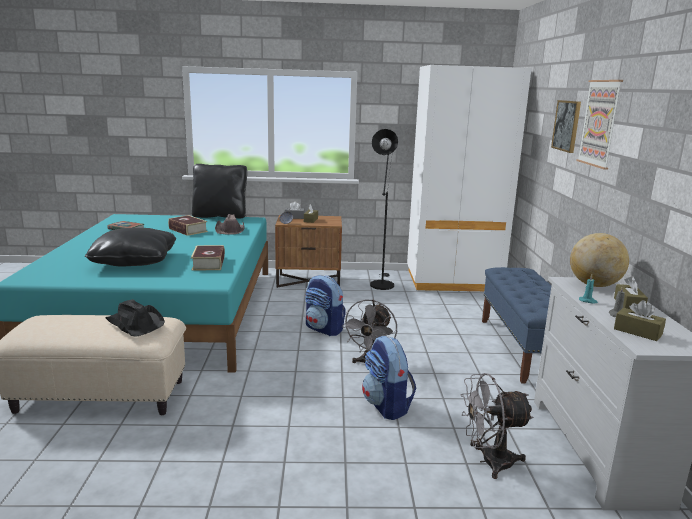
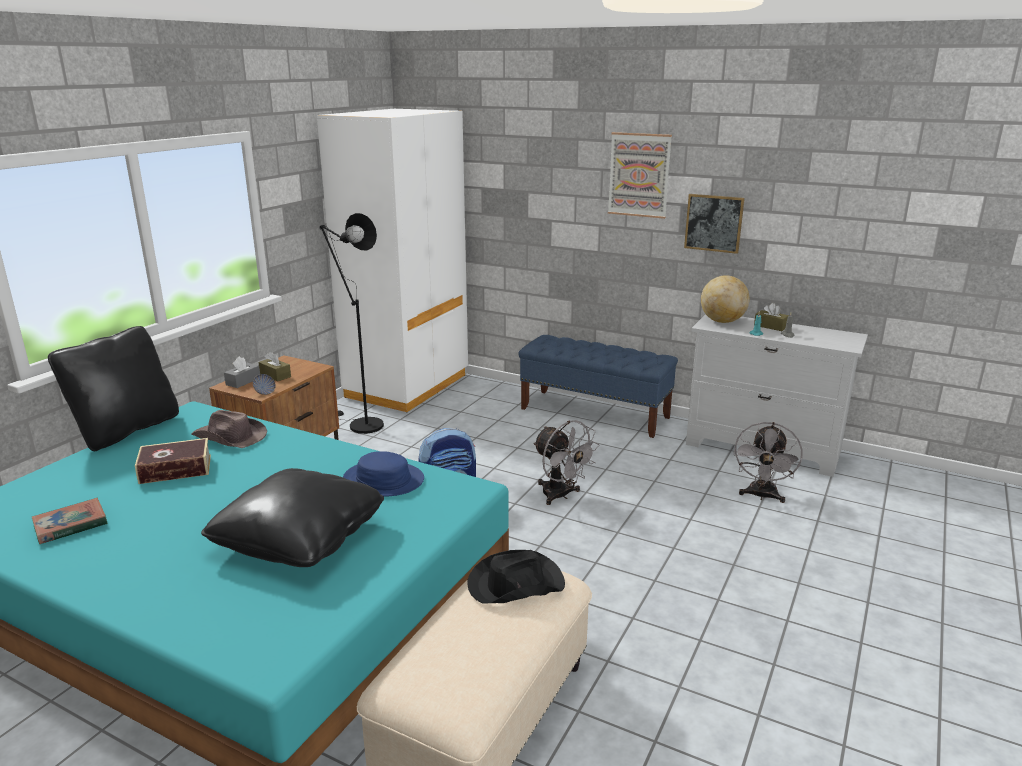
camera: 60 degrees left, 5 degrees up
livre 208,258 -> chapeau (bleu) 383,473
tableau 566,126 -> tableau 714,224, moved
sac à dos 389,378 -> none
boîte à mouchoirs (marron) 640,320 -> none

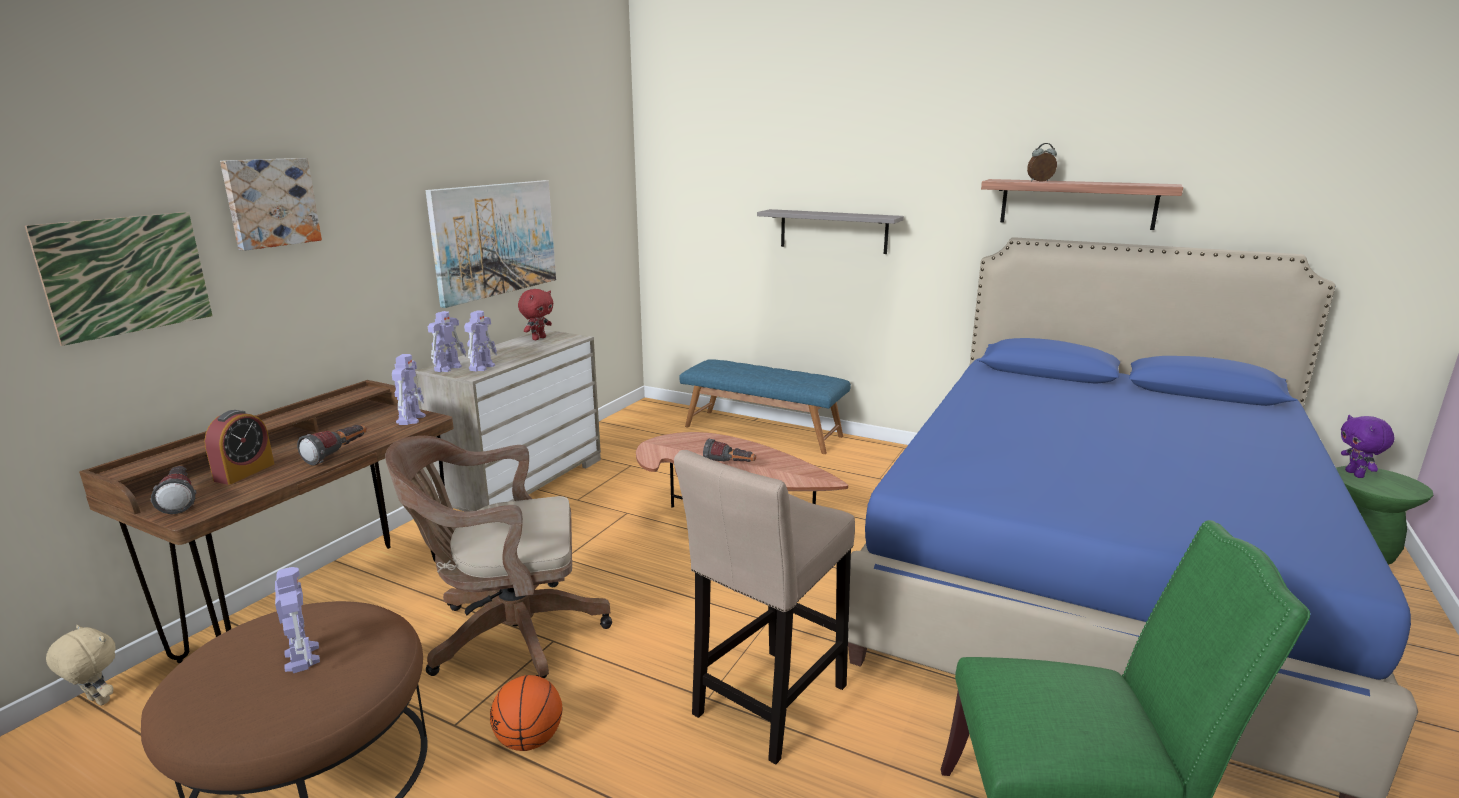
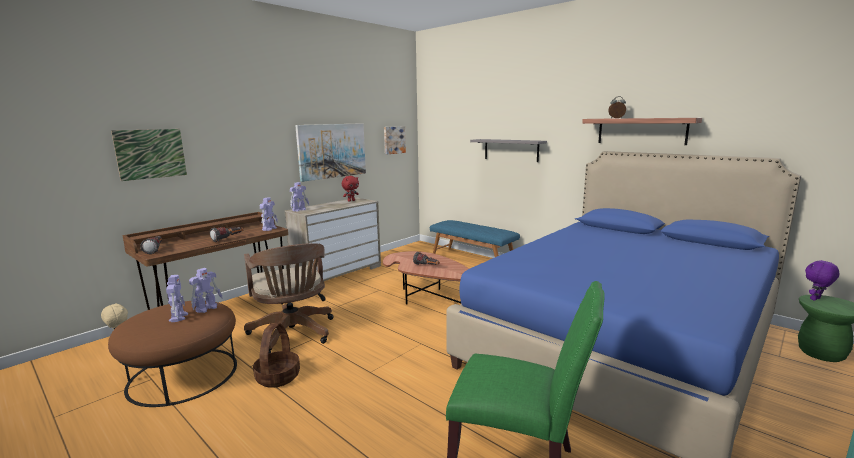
camera: 15 degrees right, 5 degrees down
robot jouet 480,341 -> robot jouet 206,290, moved
chaise de bureau (marron) 498,557 -> chaise de bureau (marron) 289,298, 120 degrees counterclockwise
ballon de basket 526,713 -> panier 276,355
tableau 271,204 -> tableau 395,140, moved
peluche (violet) 1368,446 -> peluche (violet) 822,280, 45 degrees clockwise
réveil 239,447 -> none
tabouret (beige) 764,607 -> none

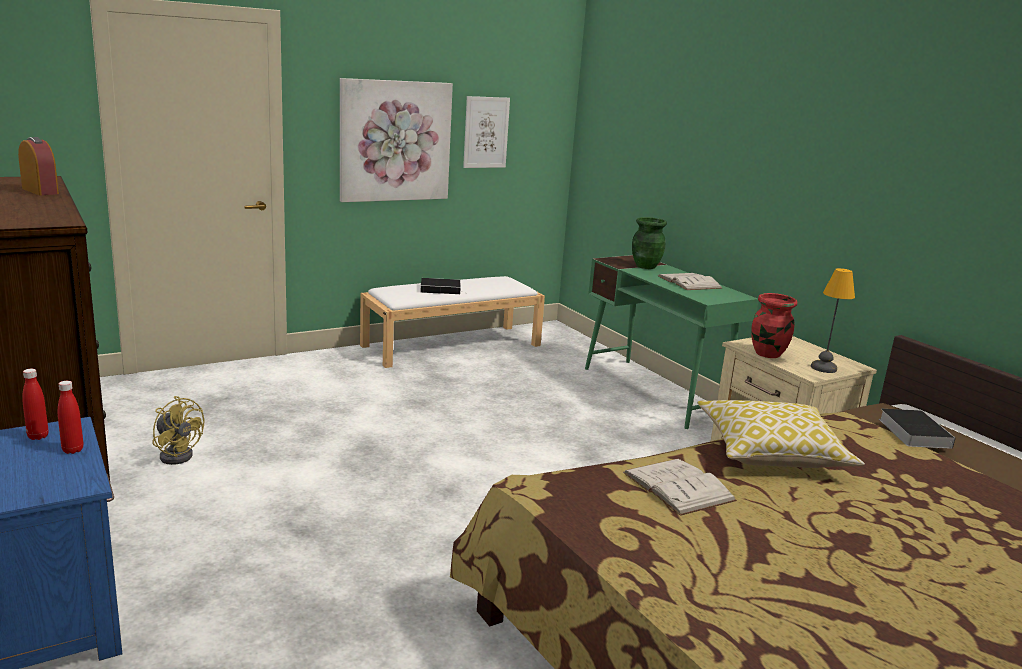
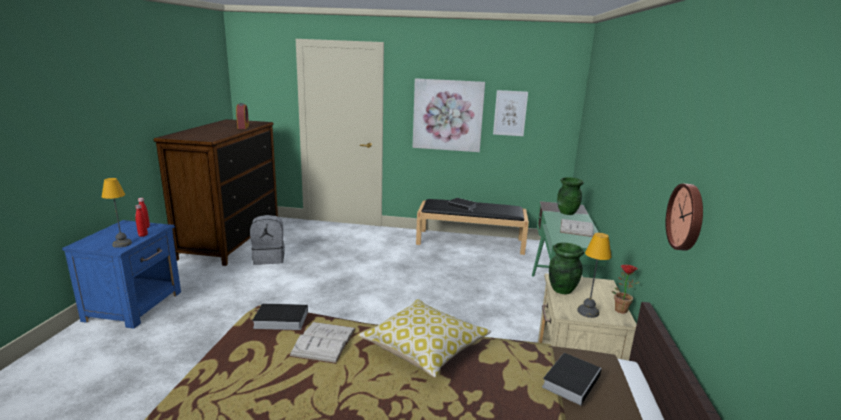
camera: 40 degrees right, 0 degrees up
none -> lampe de table 117,213
ventilateur (jaune) 178,430 -> sac à dos (gris) 267,240
none -> livre 280,316
banc (blanc) 452,322 -> banc (noir) 472,227
vase (rouge) 774,325 -> vase (vert) 566,268
none -> plante en pot 625,289
none -> horloge murale 684,217

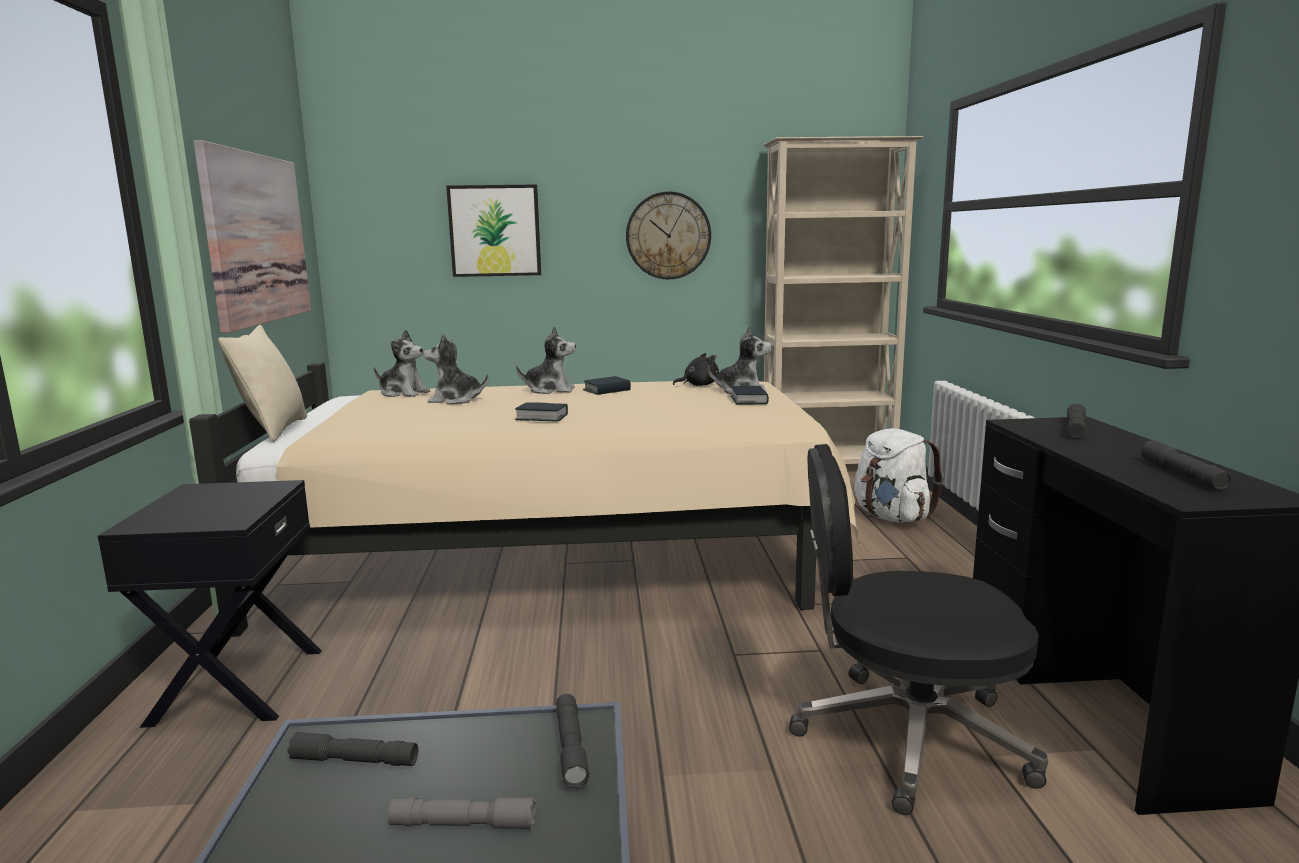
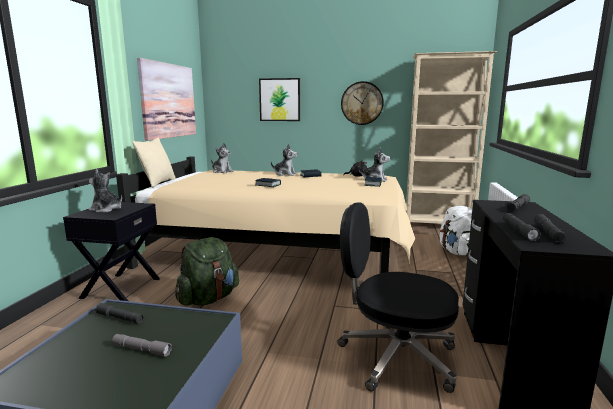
camera: 15 degrees right, 0 degrees up
peluche 456,369 -> peluche 105,191, moved
none -> sac à dos (vert) 207,271
lampe de poche (gris) 573,741 -> lampe de poche (gris) 522,227, moved

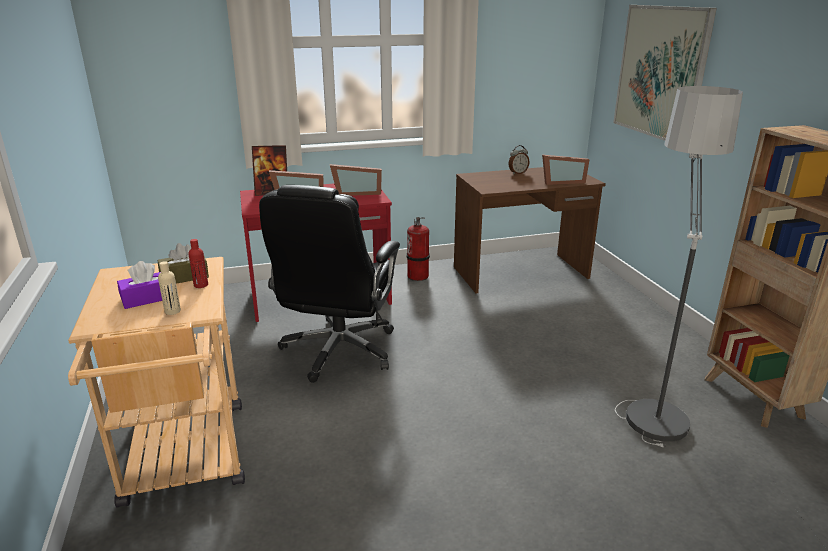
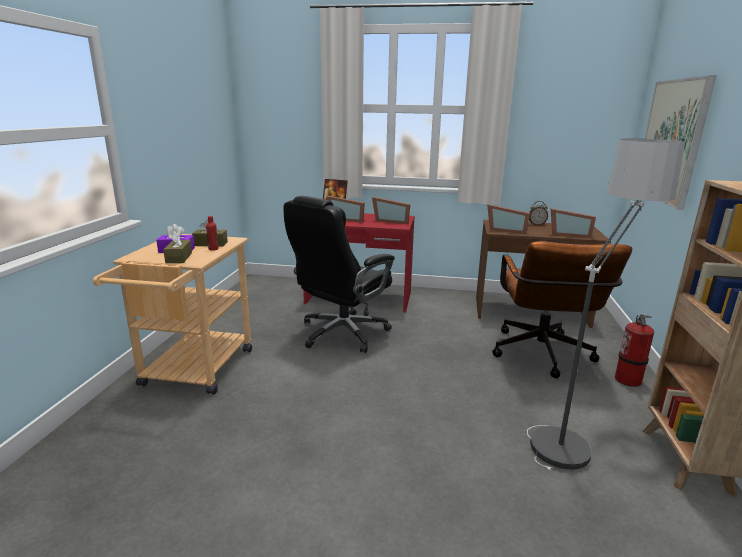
camera: 25 degrees right, 5 degrees down
bouteille (beige) 169,288 -> boîte à mouchoirs (marron) 177,247
none -> cadre photo 508,219
none -> chaise de bureau (marron) 562,309
extincteur 418,249 -> extincteur 634,350, moved

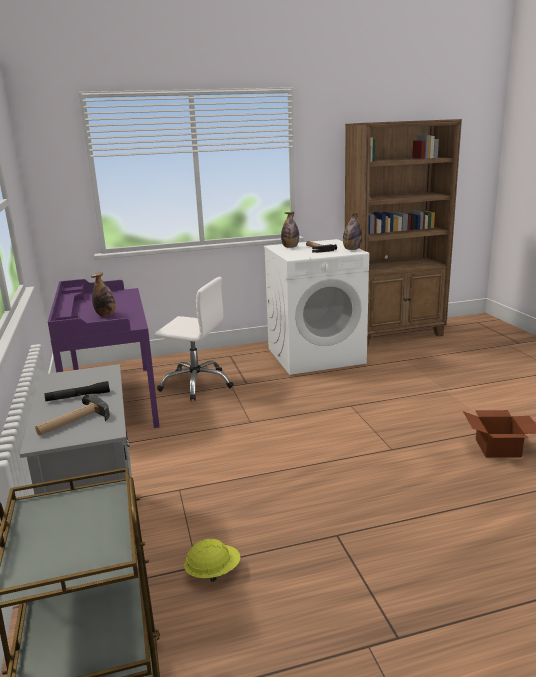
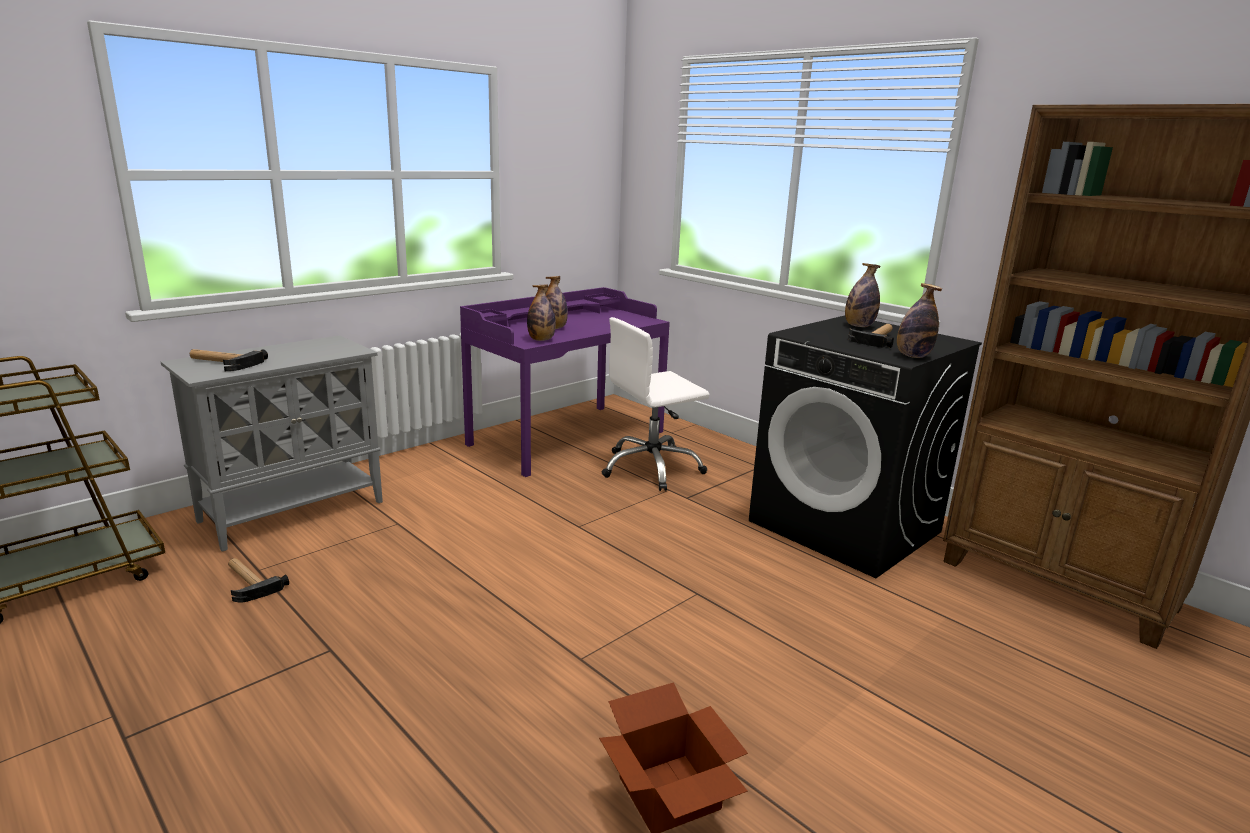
camera: 60 degrees right, 0 degrees up
casque de chantier (jaune) 212,560 -> marteau 258,580
none -> bouteille 541,312
chaise de bureau (blanc) 194,339 -> chaise de bureau (blanc) 655,404, 75 degrees clockwise
lave-linge (blanc) 316,307 -> lave-linge (noir) 865,446
lampe de poche (noir) 77,391 -> none

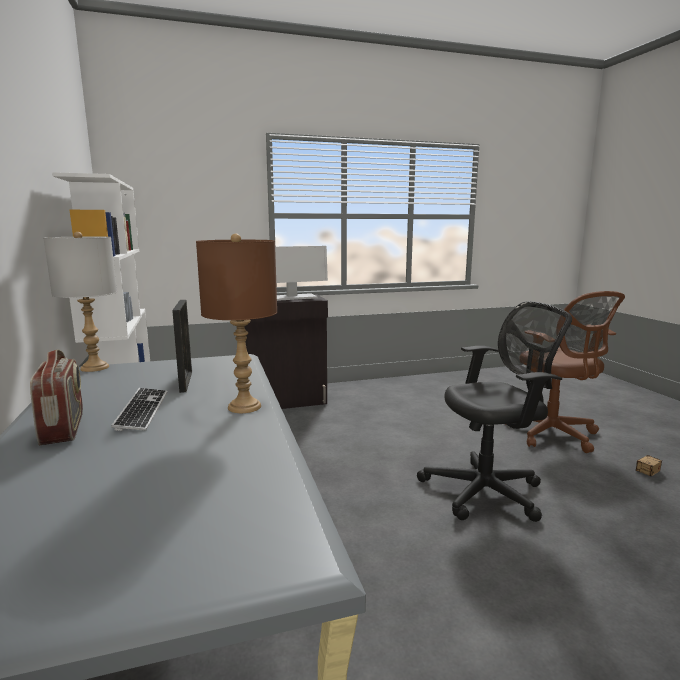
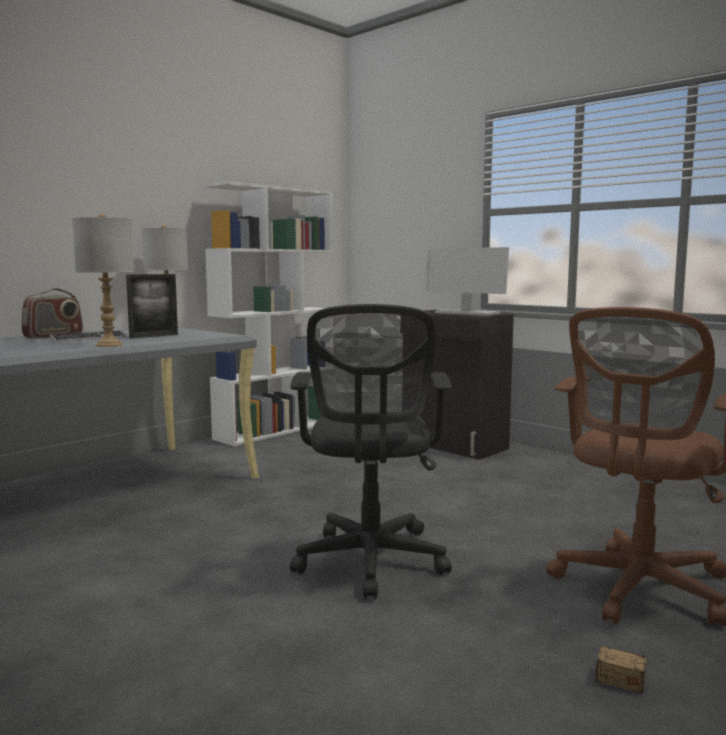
camera: 60 degrees right, 5 degrees down
lampe de table (marron) 236,323 -> lampe de table (gris) 103,280
chaise de bureau (noir) 494,411 -> chaise de bureau (noir) 371,451, 45 degrees clockwise

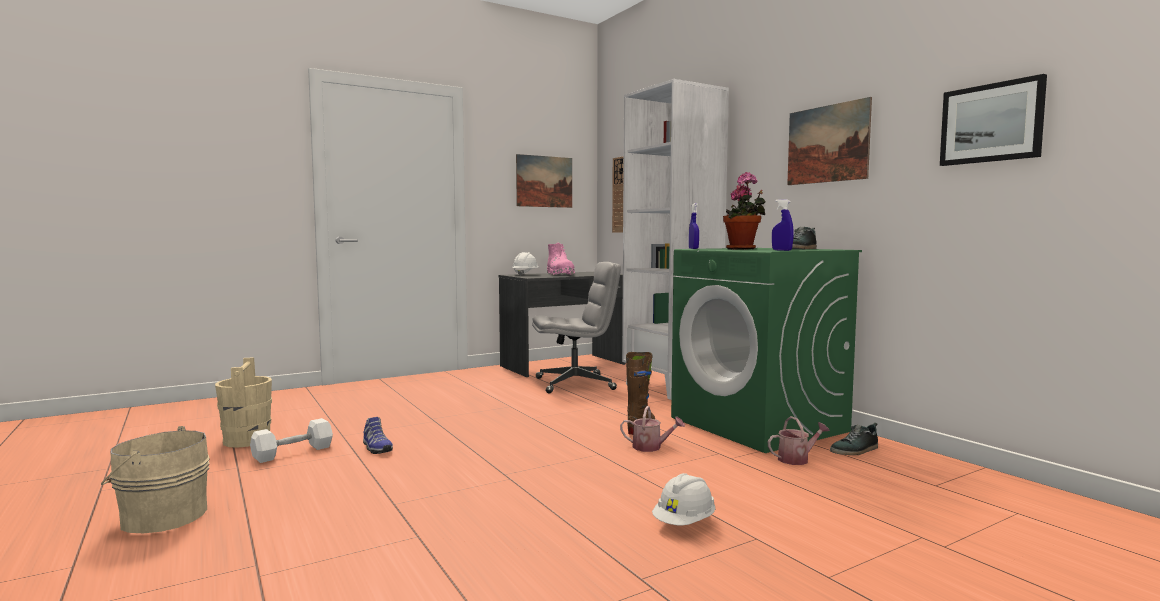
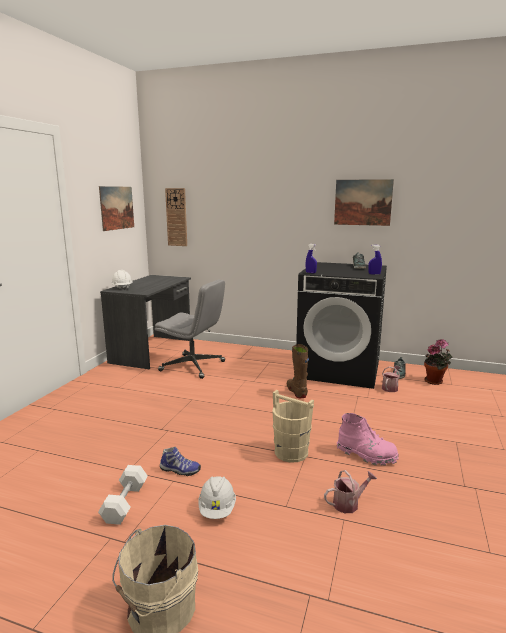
camera: 40 degrees left, 10 degrees up
chaise de bureau (gris) 576,327 -> chaise de bureau (gris) 190,329, 75 degrees clockwise
casque de chantier (blanc) 683,499 -> casque de chantier (blanc) 217,497, moved
seau (beige) 243,402 -> seau (beige) 293,426, moved
lave-linge (vert) 766,350 -> lave-linge (noir) 341,325
arrosoir 652,429 -> arrosoir 350,491, moved
botte (rose) 561,259 -> botte (rose) 368,439, moved
plante en pot 744,211 -> plante en pot 438,362, moved
bibliothèque (blanc) 675,239 -> none
tableau 993,120 -> none

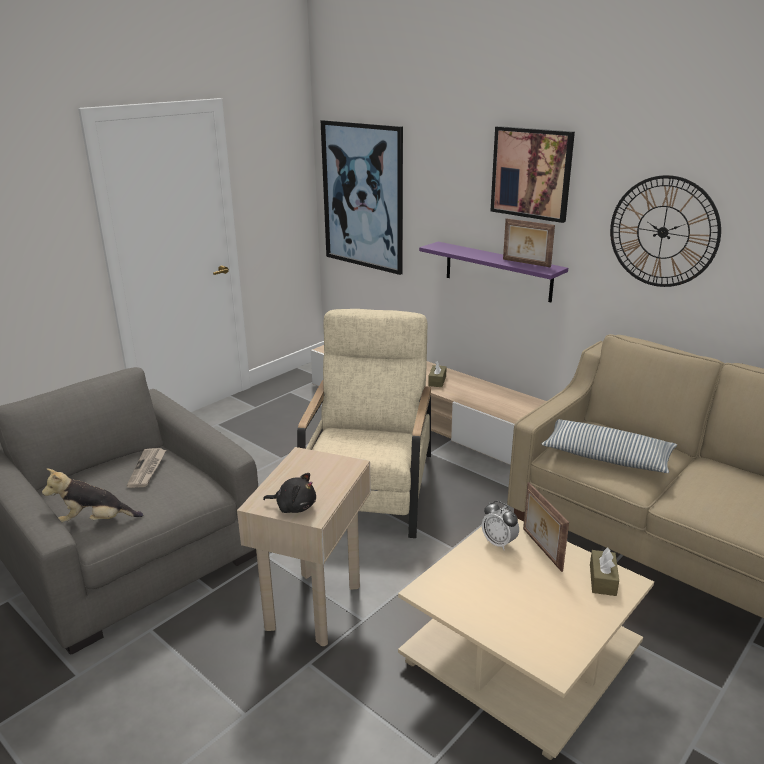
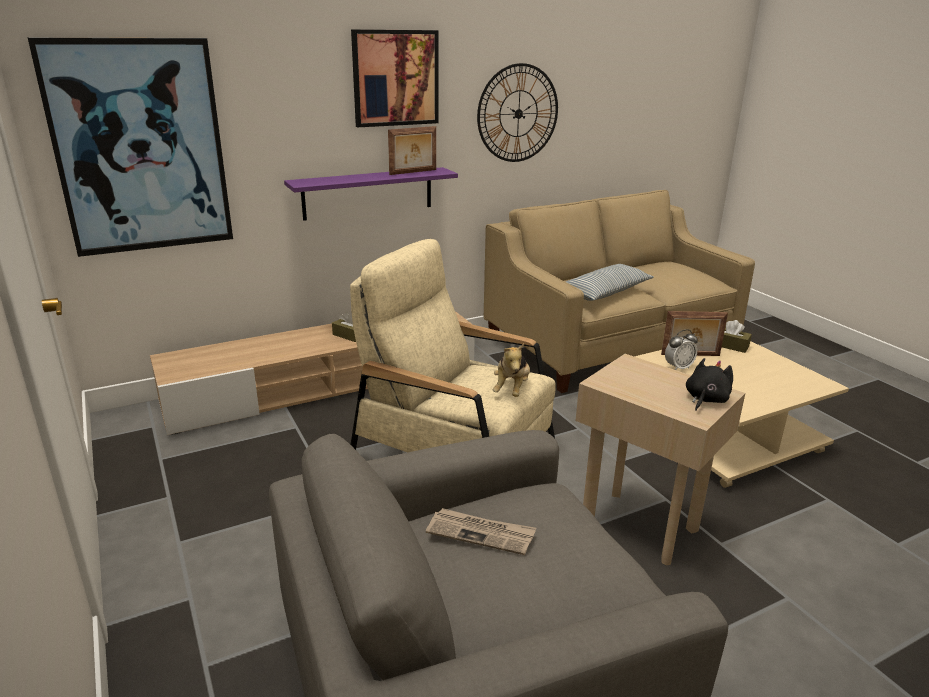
camera: 70 degrees left, 0 degrees up
peluche 92,496 -> peluche 511,370, moved

